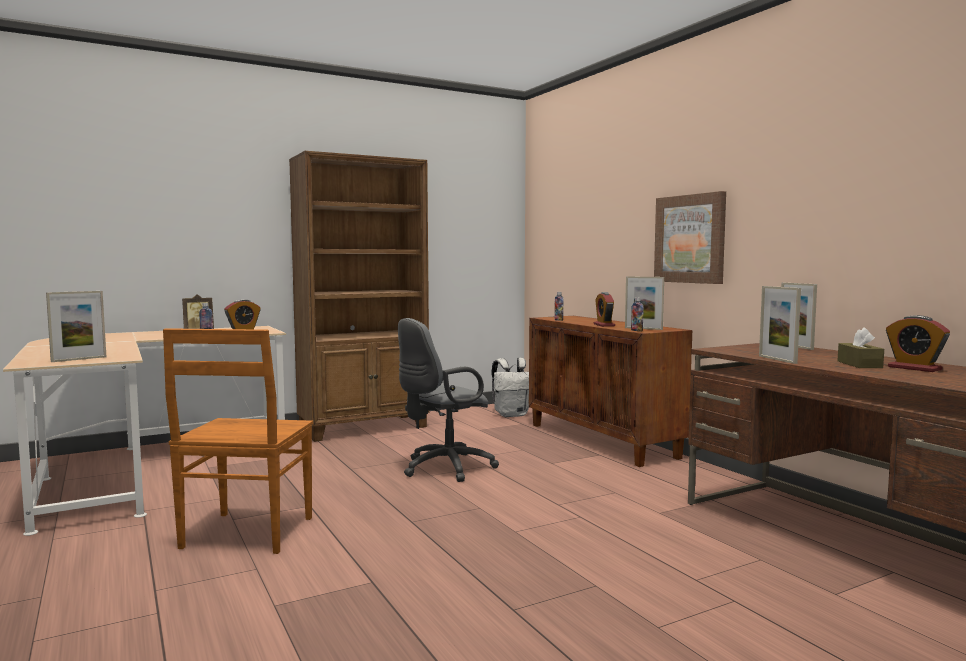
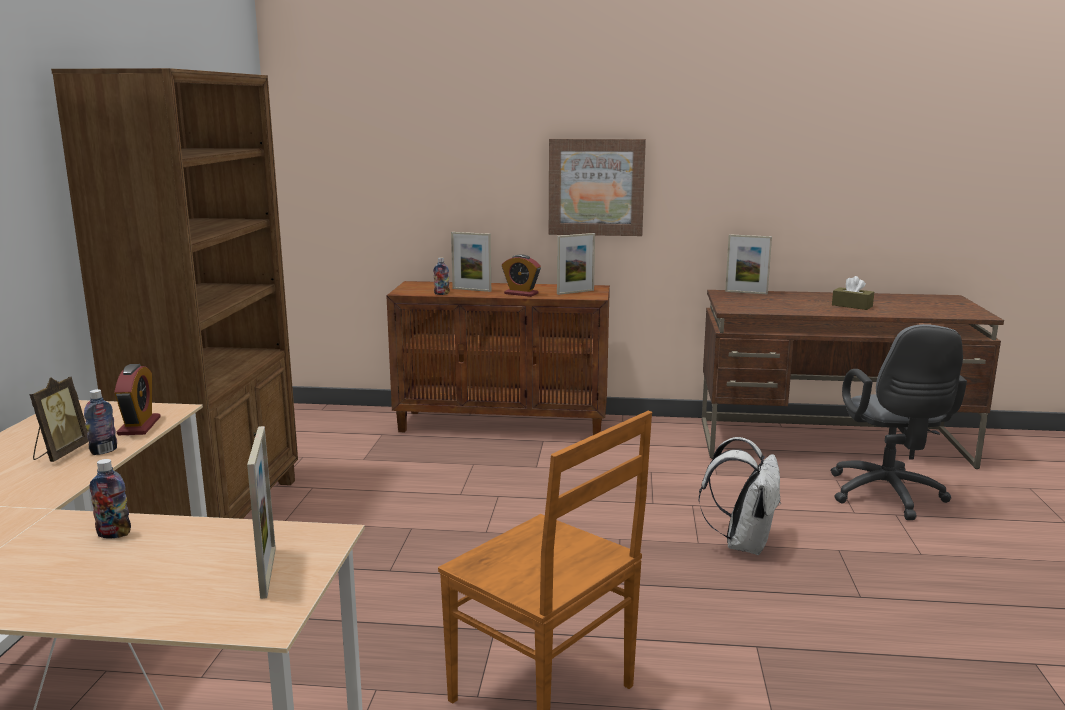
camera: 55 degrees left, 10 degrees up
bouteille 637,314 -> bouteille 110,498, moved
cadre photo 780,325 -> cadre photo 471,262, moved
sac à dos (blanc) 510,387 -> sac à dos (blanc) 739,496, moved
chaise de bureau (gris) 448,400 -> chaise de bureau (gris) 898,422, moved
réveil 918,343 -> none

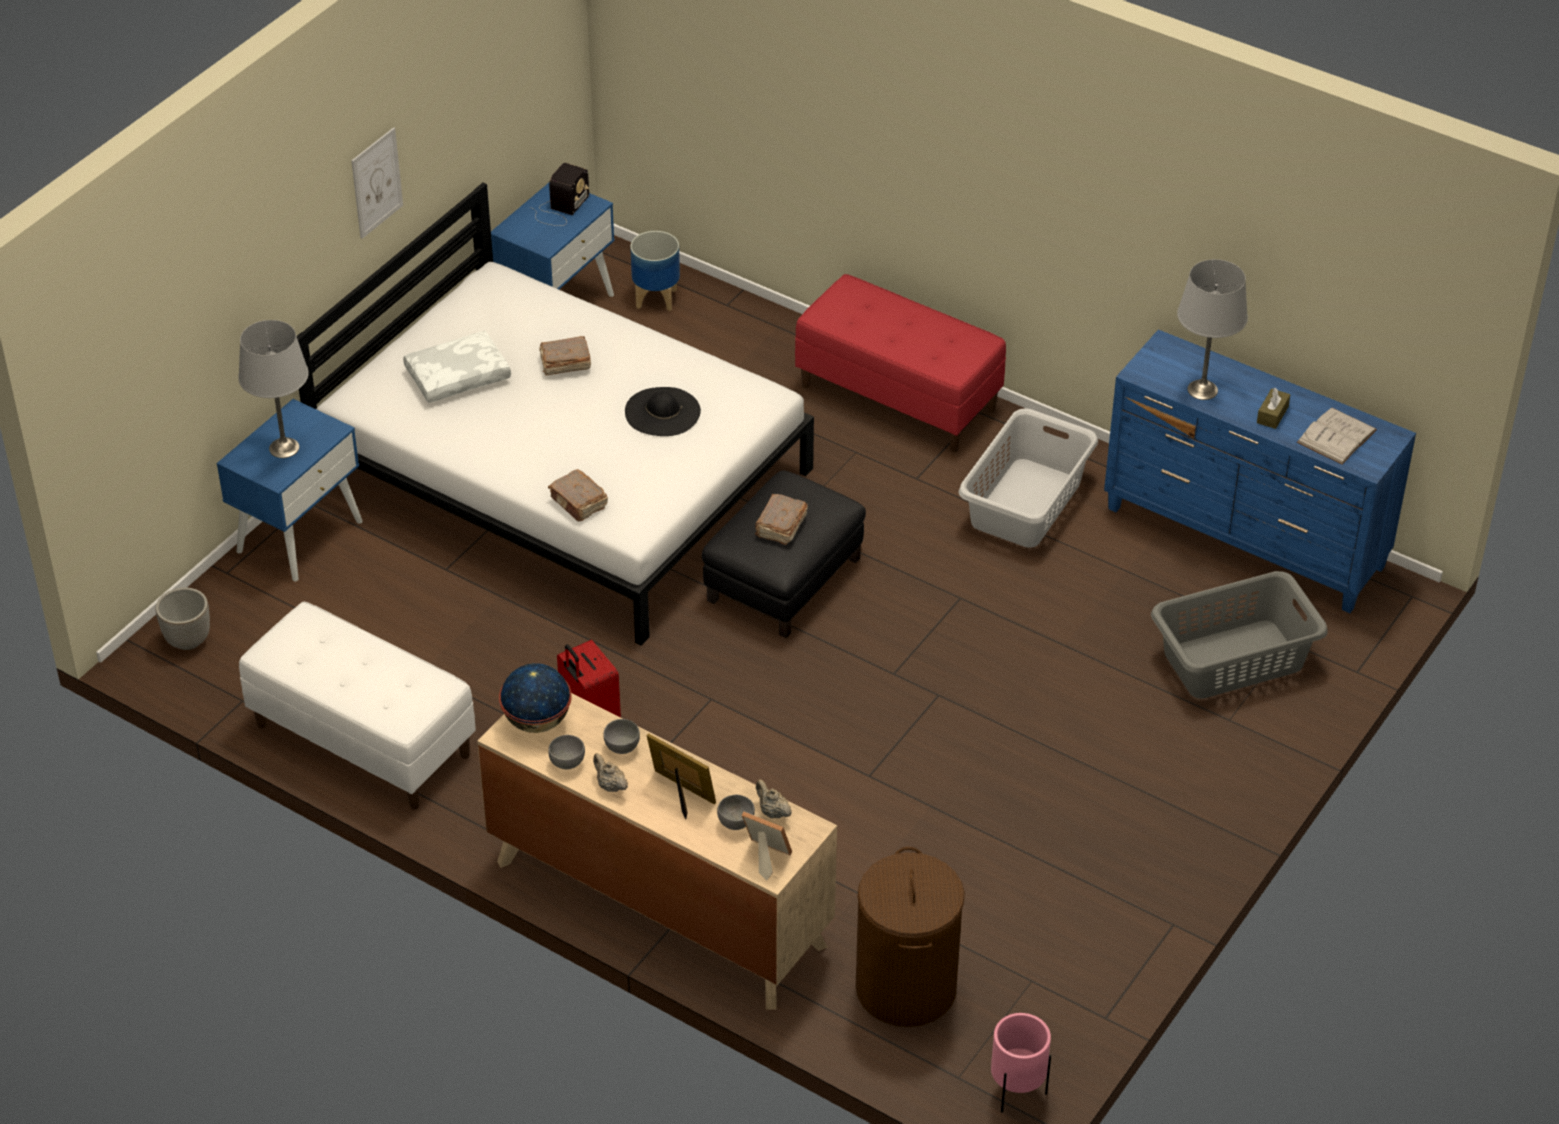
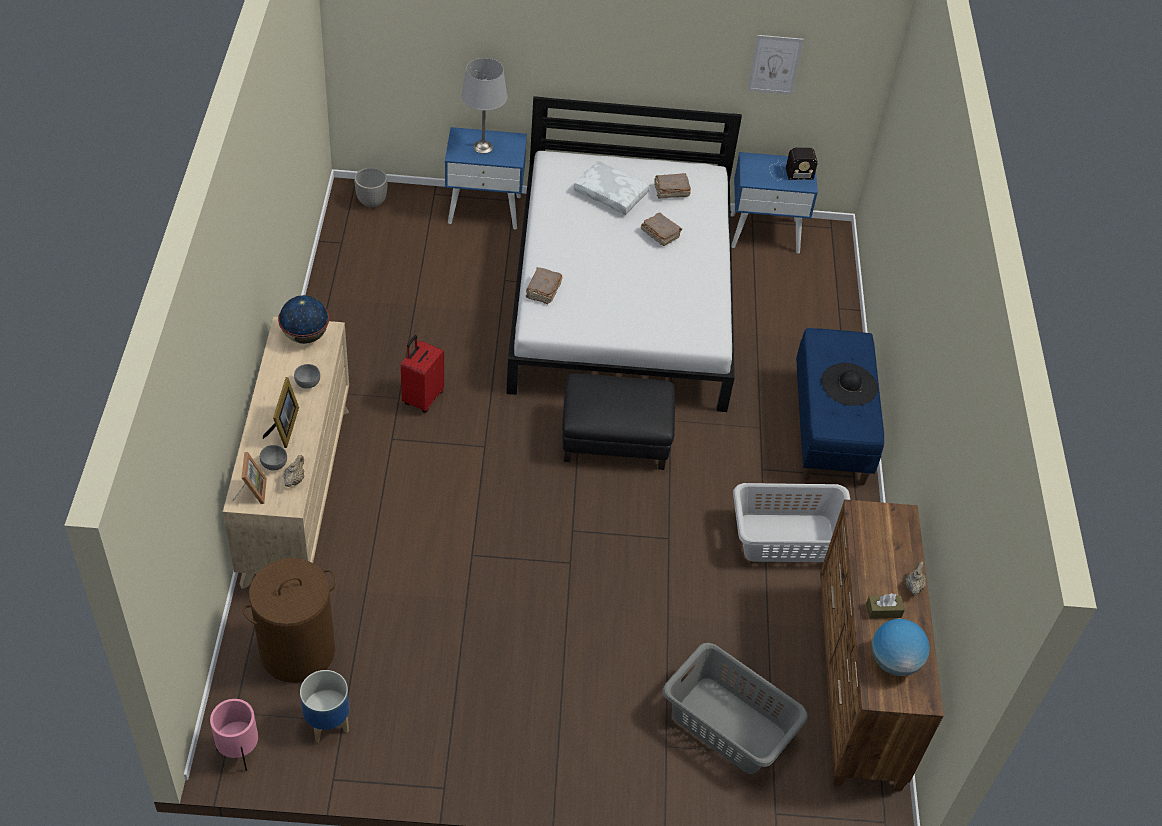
camera: 55 degrees right, 5 degrees up
cache-pot 655,271 -> cache-pot 325,706, moved
livre (marron) 781,519 -> livre (marron) 672,186, moved
tableau 377,183 -> tableau 775,65, moved
banc (rouge) 900,363 -> banc (bleu) 840,406
commode (bleu) 1260,471 -> commode (marron) 882,645
chapeau (noir) 663,411 -> chapeau (noir) 849,384, moved
livre (blanc) 1337,436 -> globe 901,647
théière (beige) 610,772 -> théière (beige) 915,578, moved
banc (blanc) 357,706 -> none
bol (gris) 566,752 -> none
lampe de table (gris) 1212,329 -> none

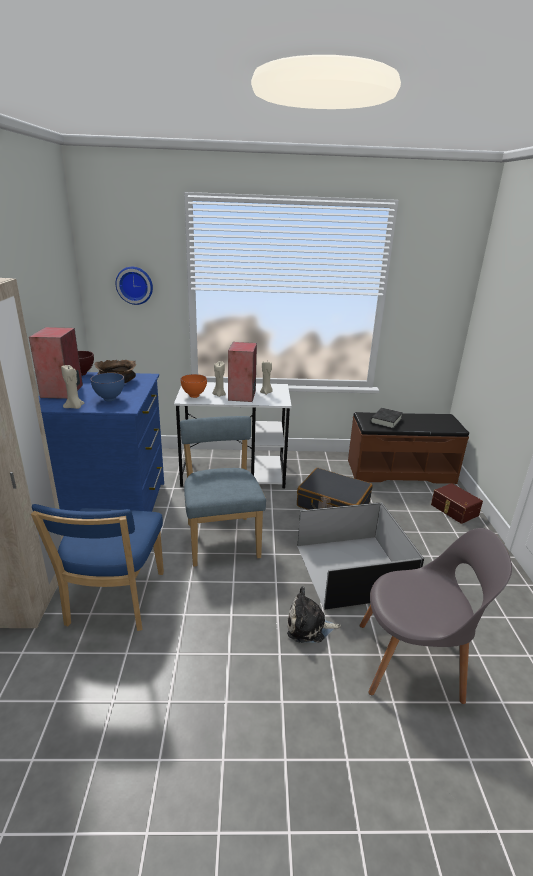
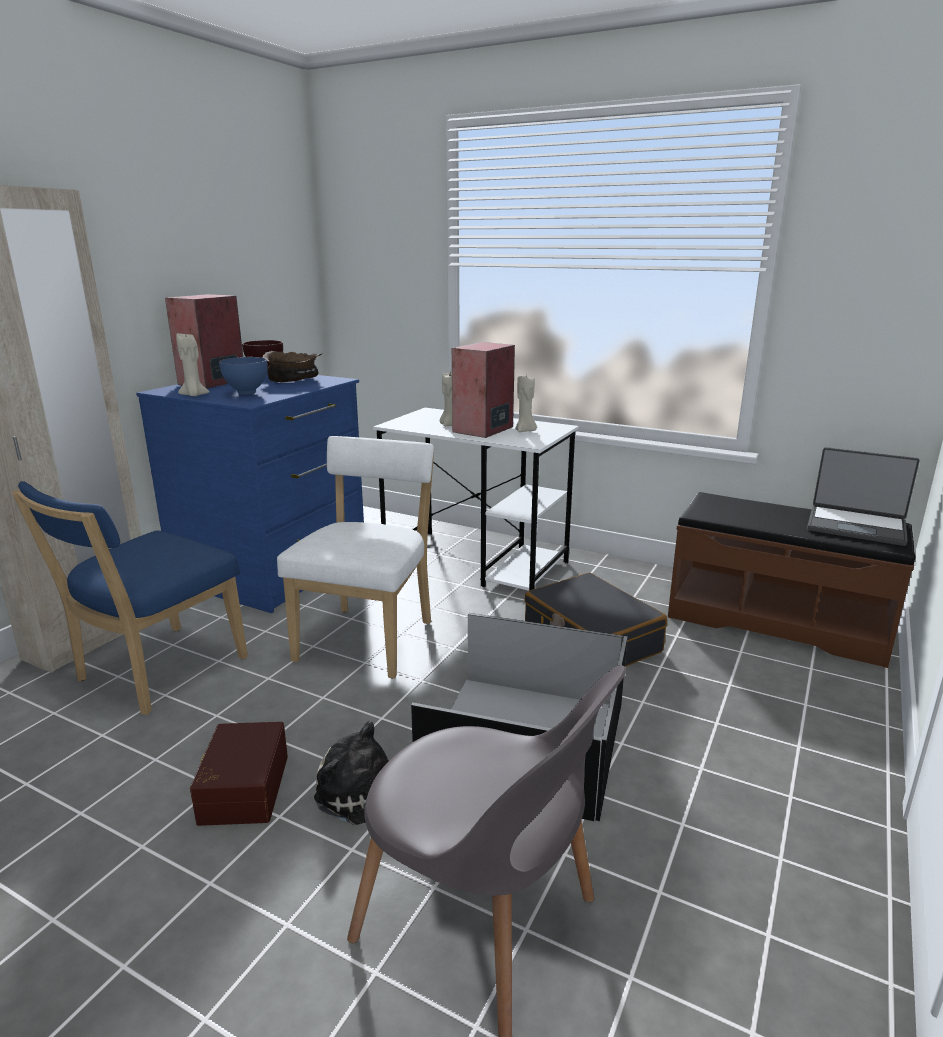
camera: 30 degrees right, 5 degrees down
boîte de rangement (marron) 457,503 -> boîte de rangement (marron) 239,774, moved
chaise (bleu) 223,491 -> chaise (blanc) 355,557
none -> ordinateur portable 863,496
horloge murale 134,286 -> none
bol (orange) 194,386 -> none
livre (noir) 386,418 -> none

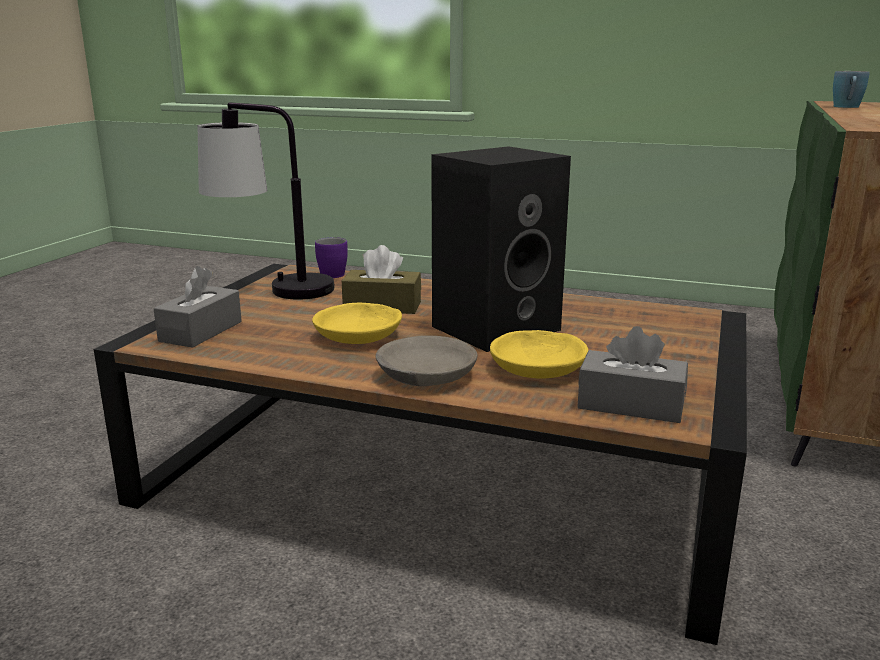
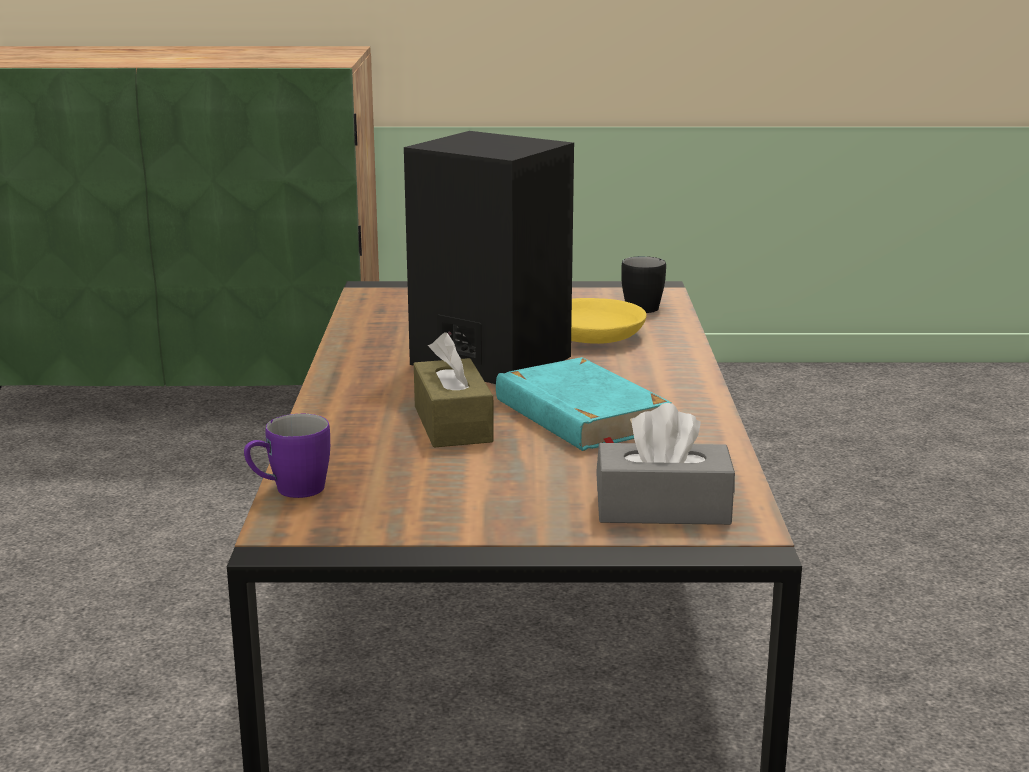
camera: 110 degrees left, 0 degrees up
bol (jaune) 357,323 -> livre (turquoise) 584,404
boîte à mouchoirs (gris) 632,374 -> mug (noir) 643,284
lampe de table 266,201 -> none
bol (gris) 427,361 -> none
mug (bleu) 851,89 -> none

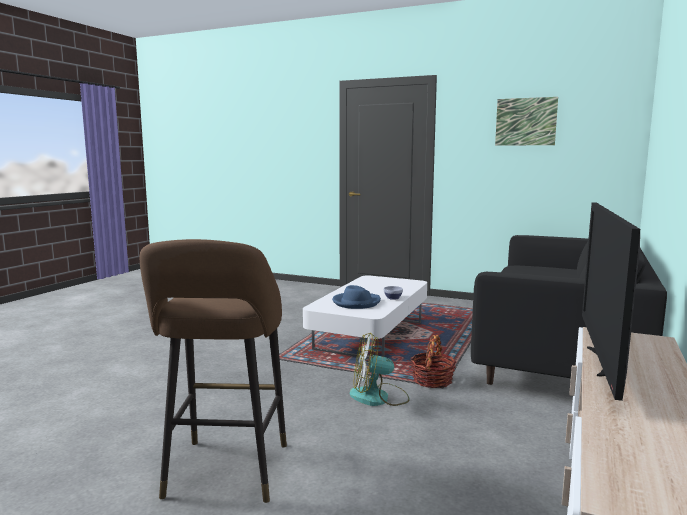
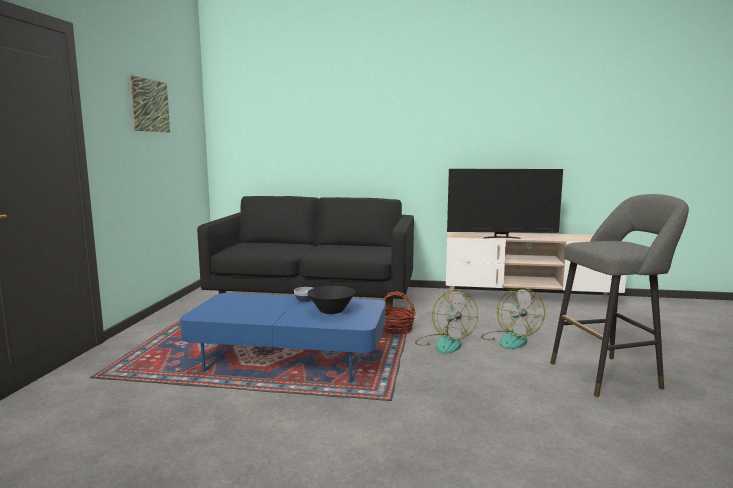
camera: 105 degrees left, 0 degrees up
table basse (blanc) 365,317 -> table basse (bleu) 283,338
chapeau (bleu) 356,297 -> bol (noir) 331,300
none -> ventilateur 513,318
tabouret (marron) 213,371 -> tabouret (gris) 619,295

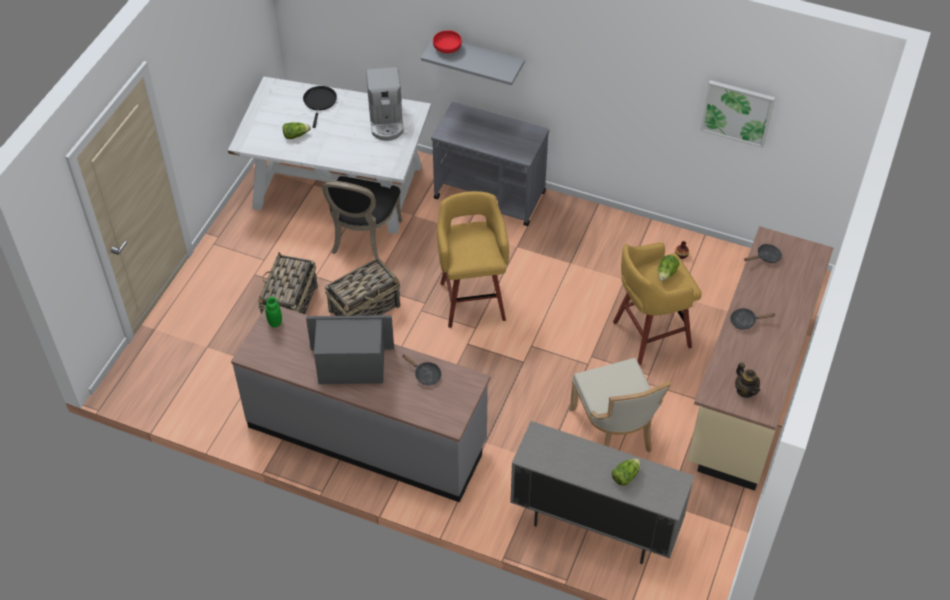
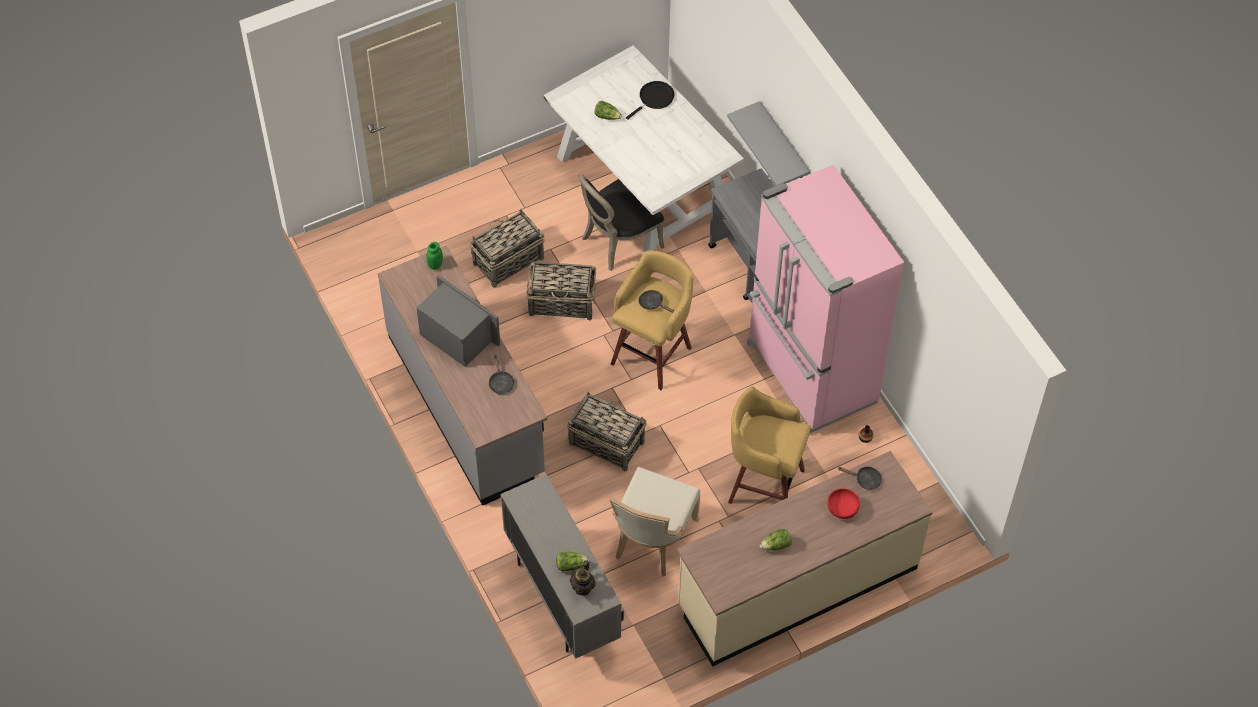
camera: 40 degrees right, 5 degrees up
none -> panier 607,431
théière 747,380 -> théière 583,578, moved
poêle (noir) 752,319 -> poêle (noir) 657,301, moved
none -> réfrigérateur (rose) 825,299
laitue 669,268 -> laitue 776,539, moved
bol (rouge) 447,41 -> bol (rouge) 843,503, moved
machine à café 385,104 -> none
tableau 737,114 -> none

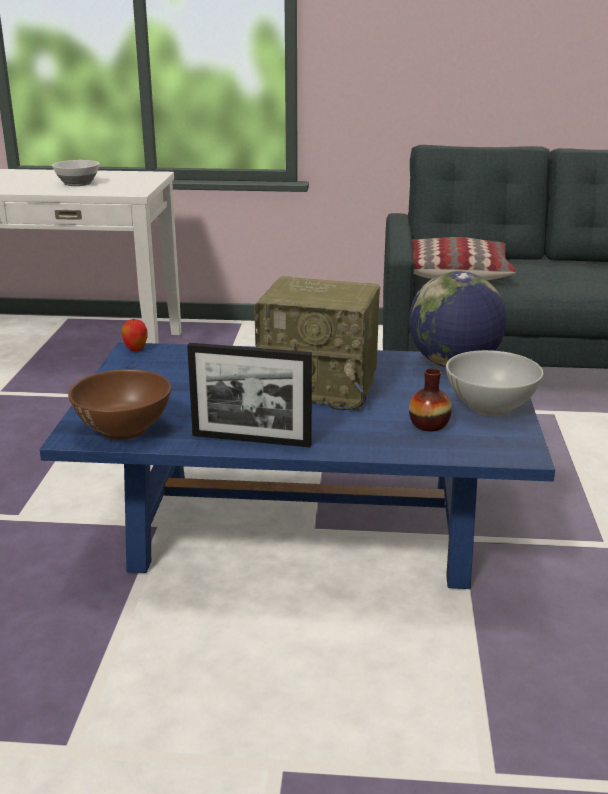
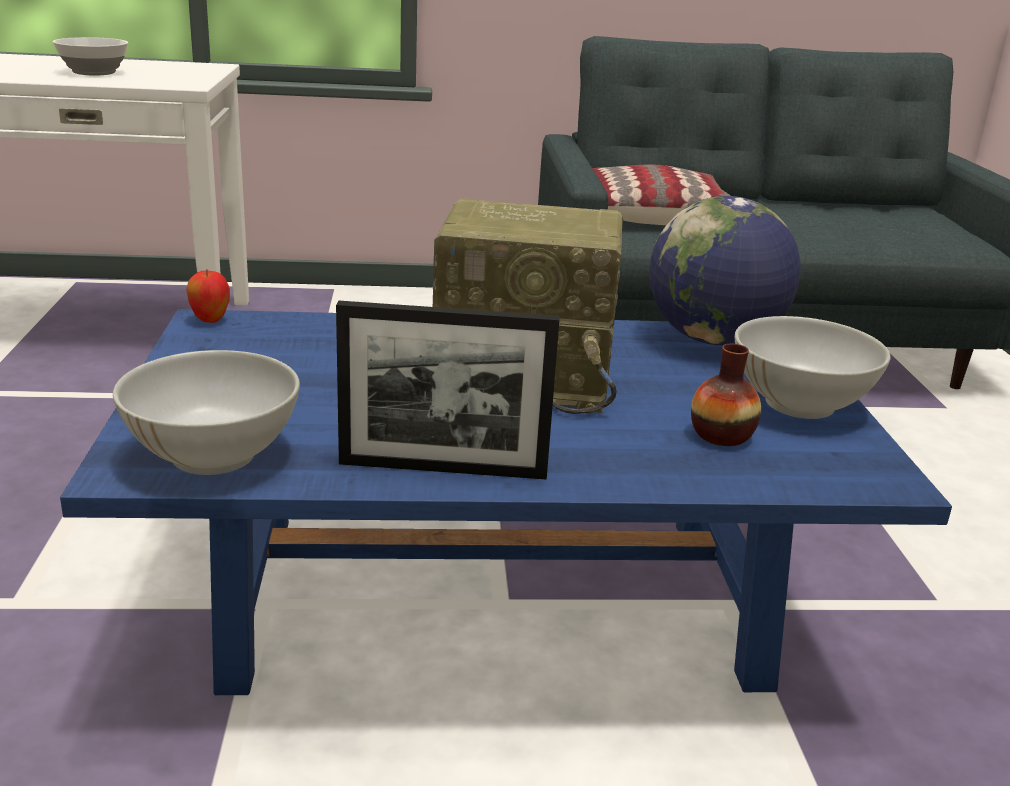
camera: 10 degrees left, 0 degrees up
bol (marron) 119,404 -> bol (blanc) 206,412

